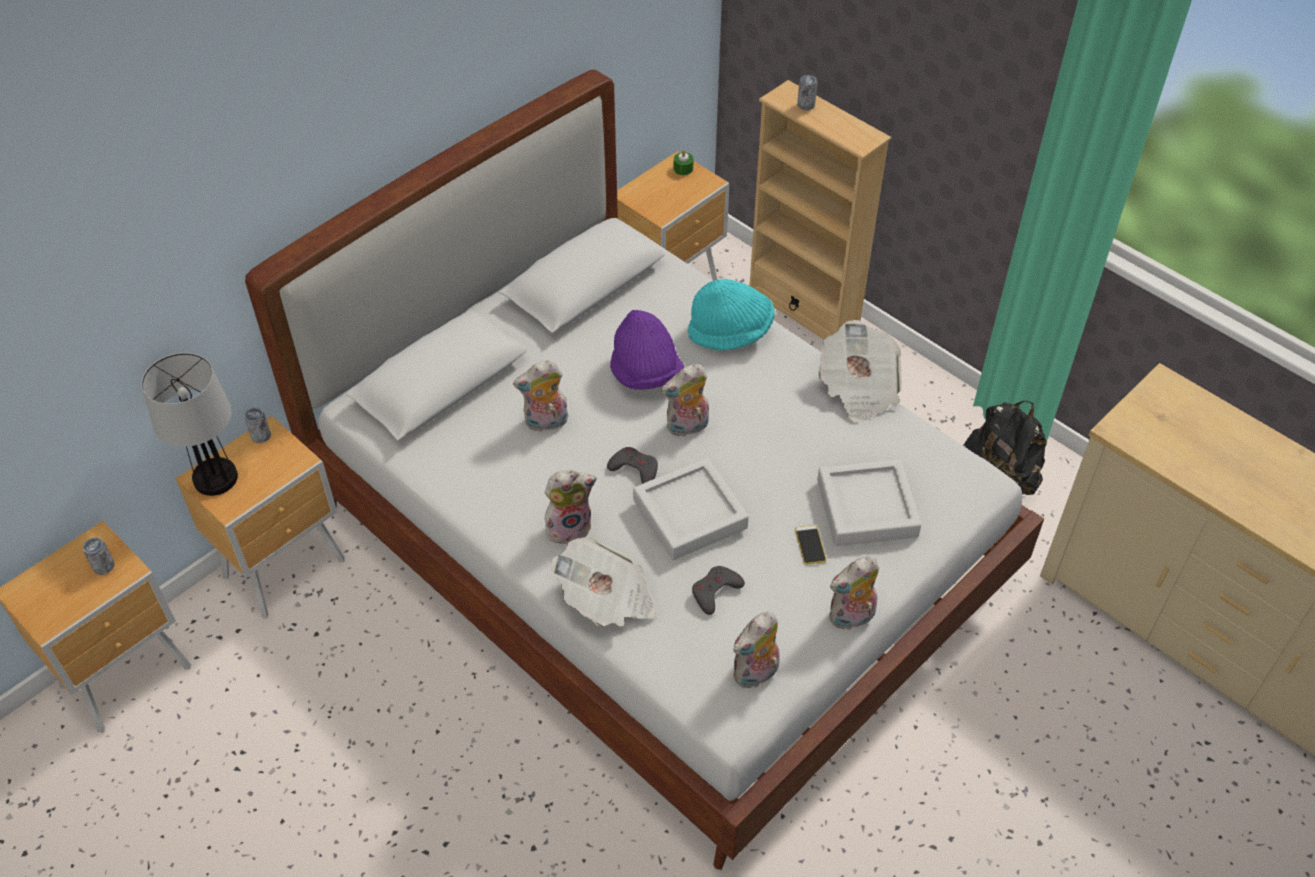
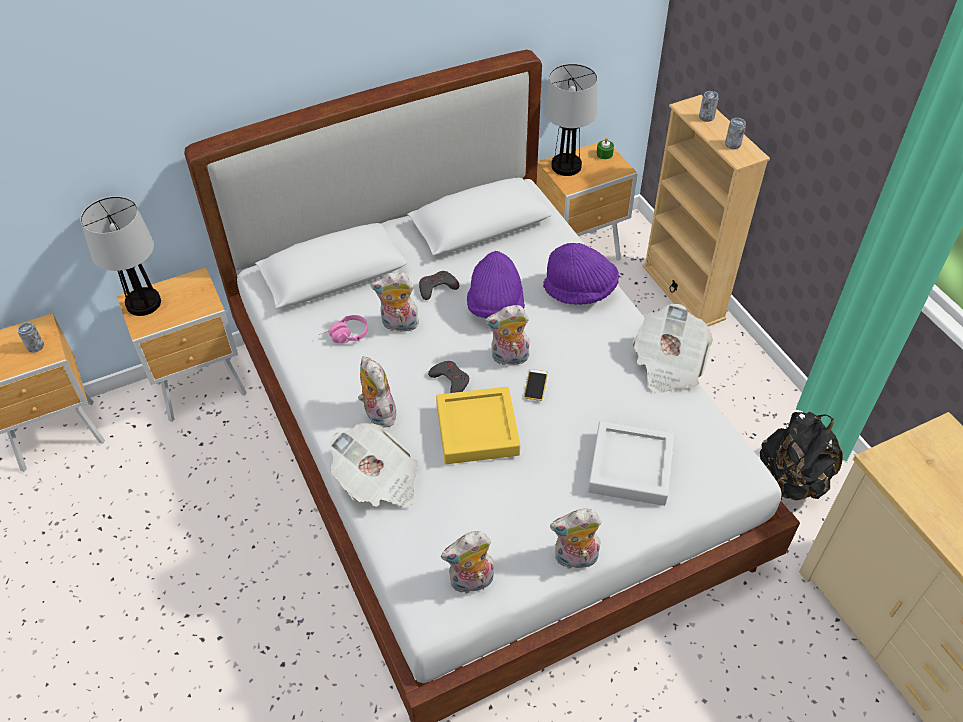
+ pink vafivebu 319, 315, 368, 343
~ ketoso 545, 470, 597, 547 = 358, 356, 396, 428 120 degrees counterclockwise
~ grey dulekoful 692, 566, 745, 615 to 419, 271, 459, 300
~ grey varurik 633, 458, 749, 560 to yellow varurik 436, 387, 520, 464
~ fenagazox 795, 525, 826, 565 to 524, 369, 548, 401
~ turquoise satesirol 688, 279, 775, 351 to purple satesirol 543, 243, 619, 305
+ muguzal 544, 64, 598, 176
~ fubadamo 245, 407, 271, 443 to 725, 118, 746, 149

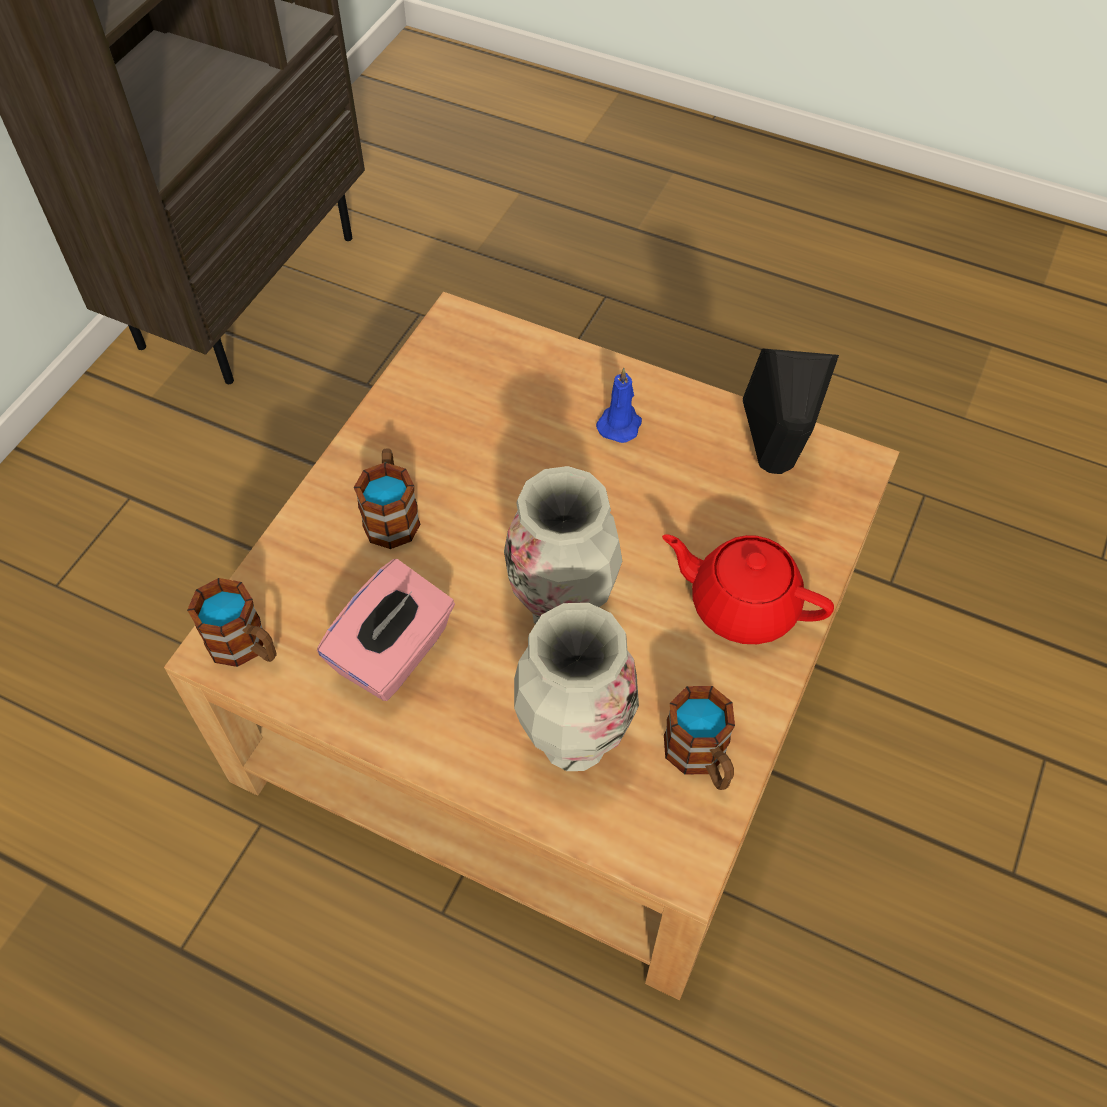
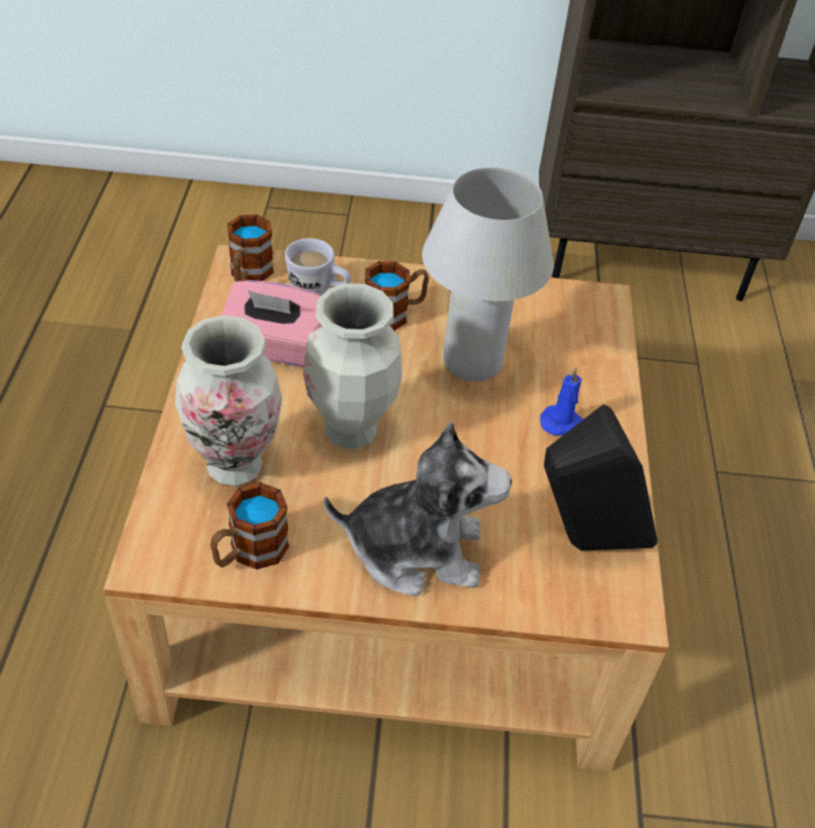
+ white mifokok 285, 238, 351, 296
~ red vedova 662, 534, 834, 644 to ketoso 324, 422, 512, 596
+ white muguzal 422, 167, 554, 382

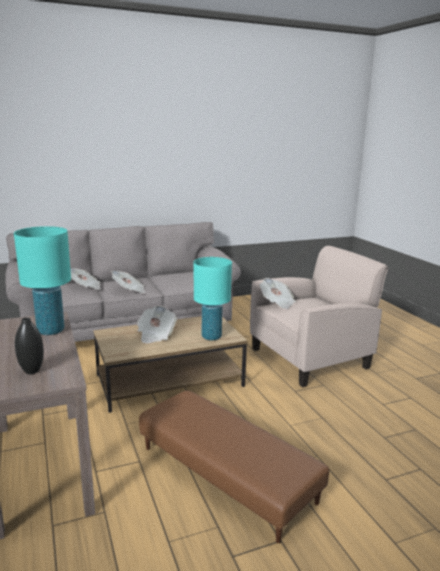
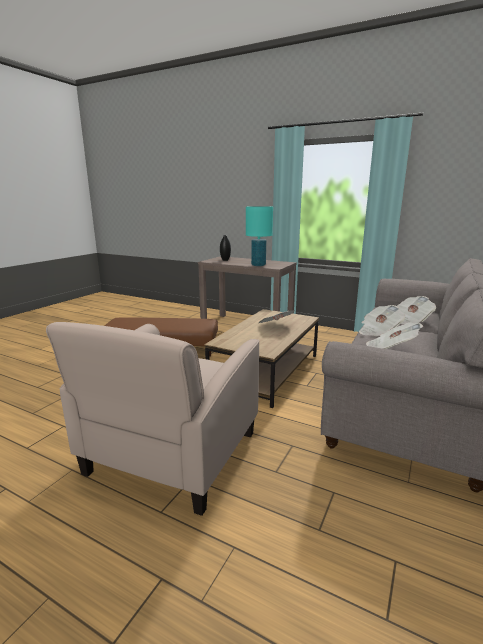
~ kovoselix 260, 278, 296, 309 to 366, 322, 423, 349
- turquoise muguzal 194, 257, 232, 340

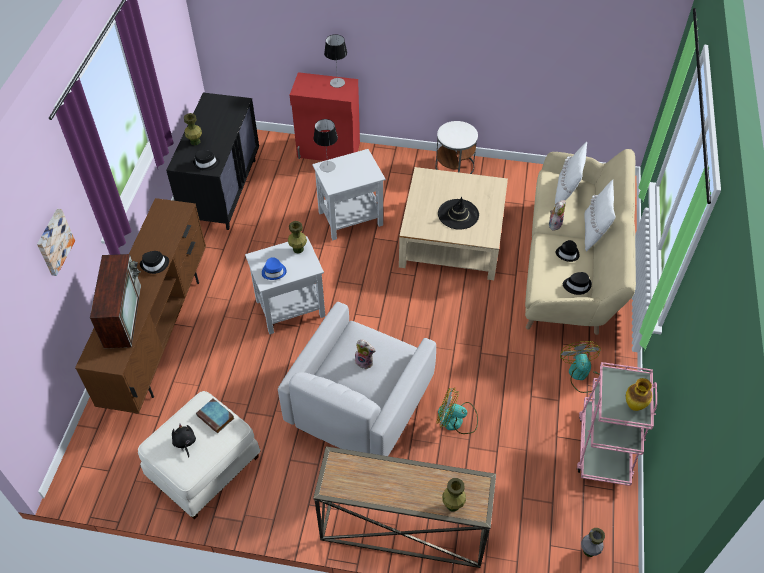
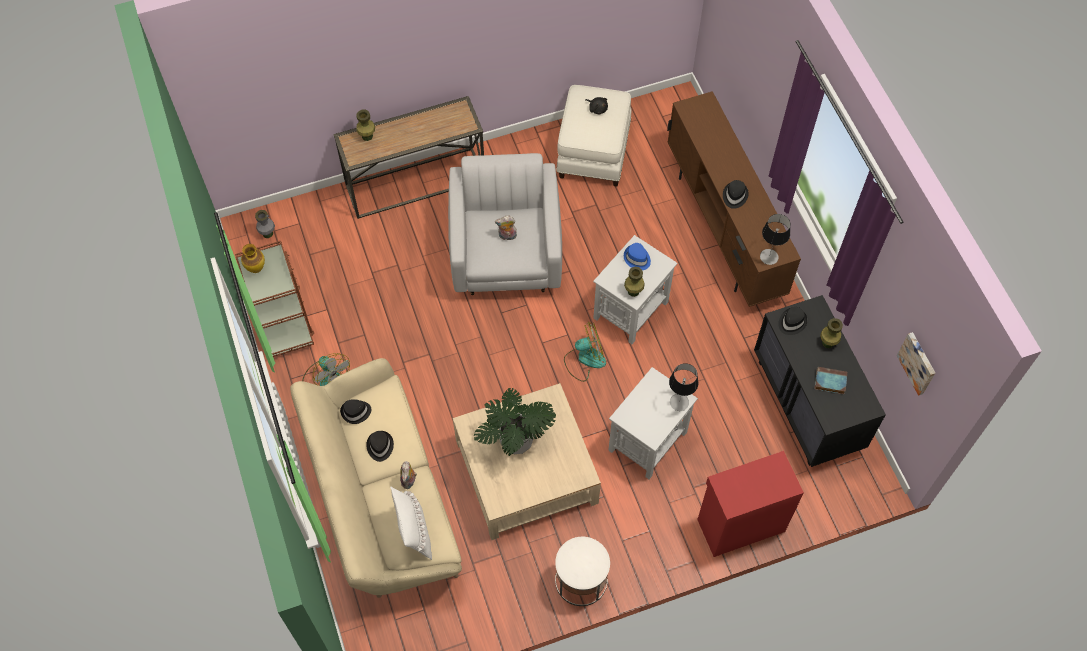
~ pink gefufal 577, 362, 657, 486 to brown gefufal 235, 241, 314, 357
~ black satesirol 438, 197, 479, 230 to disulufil 474, 388, 556, 456
~ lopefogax 437, 387, 478, 434 to 564, 322, 606, 382
~ muguzal 324, 34, 347, 88 to 760, 214, 791, 265
~ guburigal 196, 398, 234, 434 to 815, 367, 847, 394
~ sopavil 37, 209, 75, 276 to 897, 332, 935, 396
- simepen 90, 254, 141, 349
- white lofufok 584, 180, 616, 252

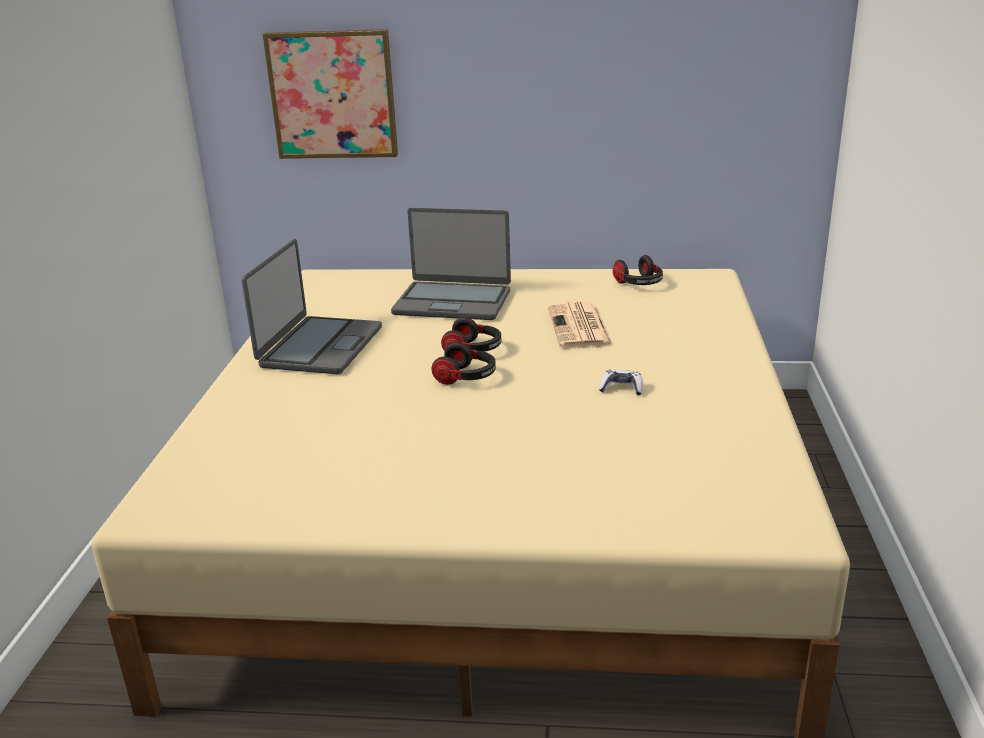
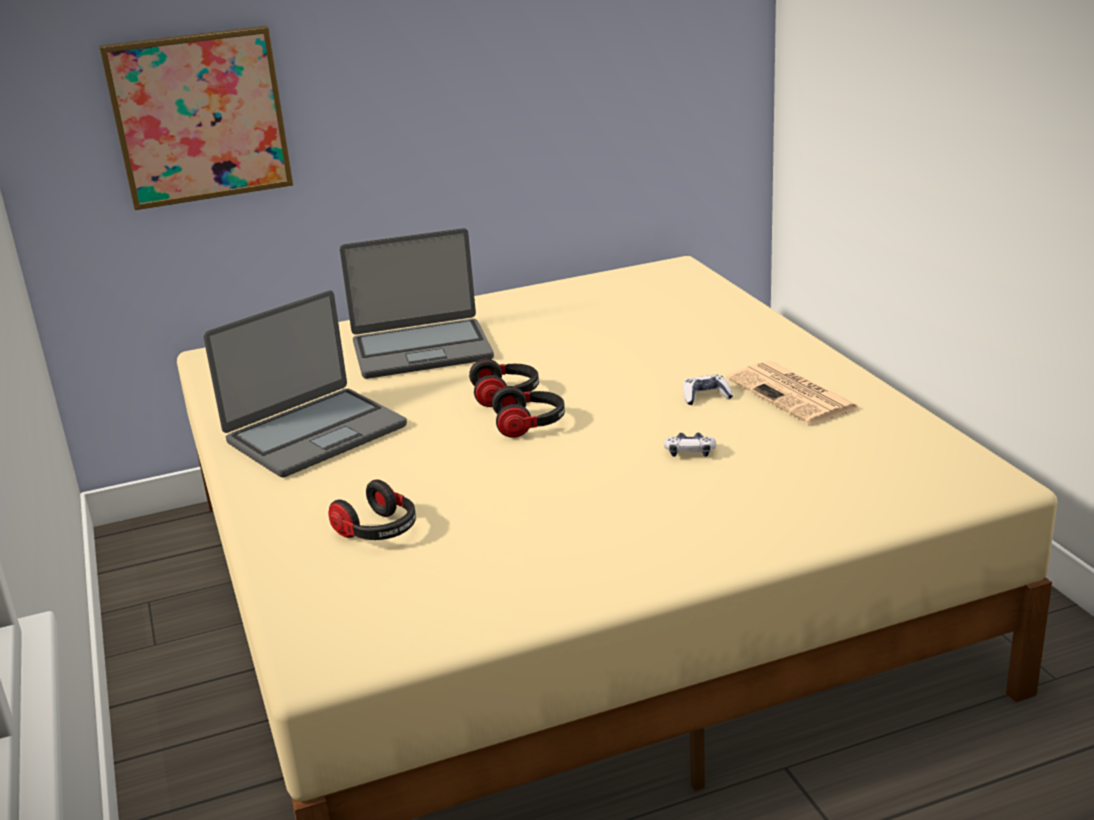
~ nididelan 241, 239, 382, 374 = 203, 290, 407, 477 60 degrees clockwise
~ vafivebu 613, 255, 663, 285 to 328, 479, 416, 540
+ dulekoful 664, 433, 717, 457
~ kovoselix 548, 302, 613, 348 to 726, 361, 860, 425

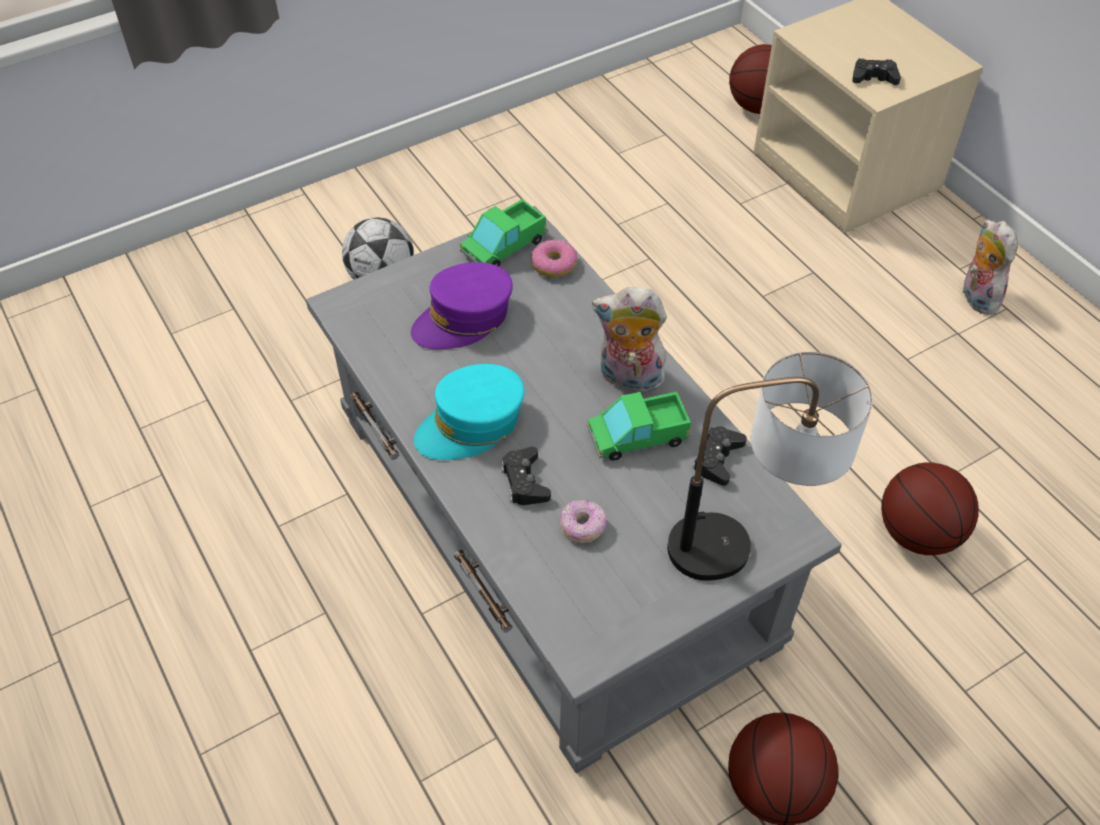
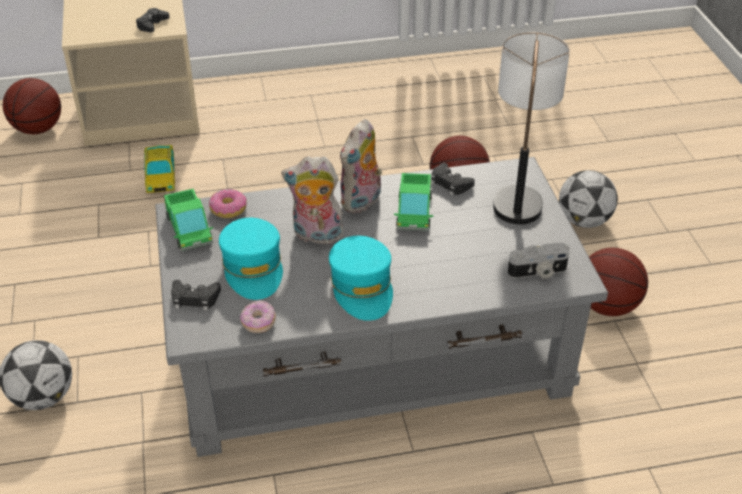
+ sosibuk 144, 145, 175, 193
~ black dulekoful 501, 447, 551, 505 to 171, 280, 221, 311
~ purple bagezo 411, 262, 513, 349 to turquoise bagezo 219, 218, 283, 300
~ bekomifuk 560, 500, 607, 543 to 240, 300, 276, 333
~ ketoso 961, 219, 1018, 315 to 281, 156, 344, 244
+ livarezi 508, 243, 570, 279
+ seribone 559, 170, 618, 228

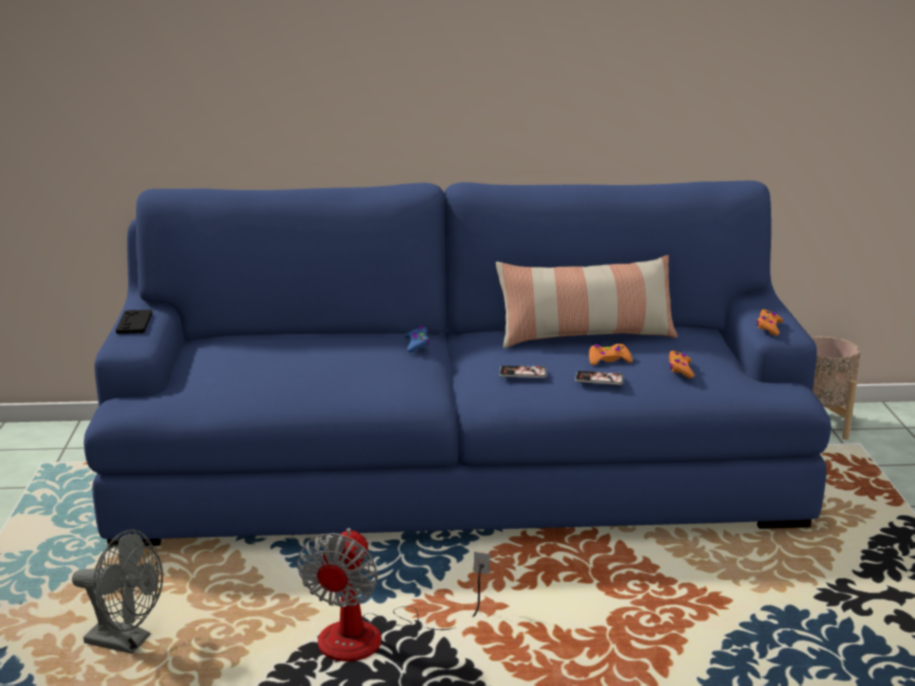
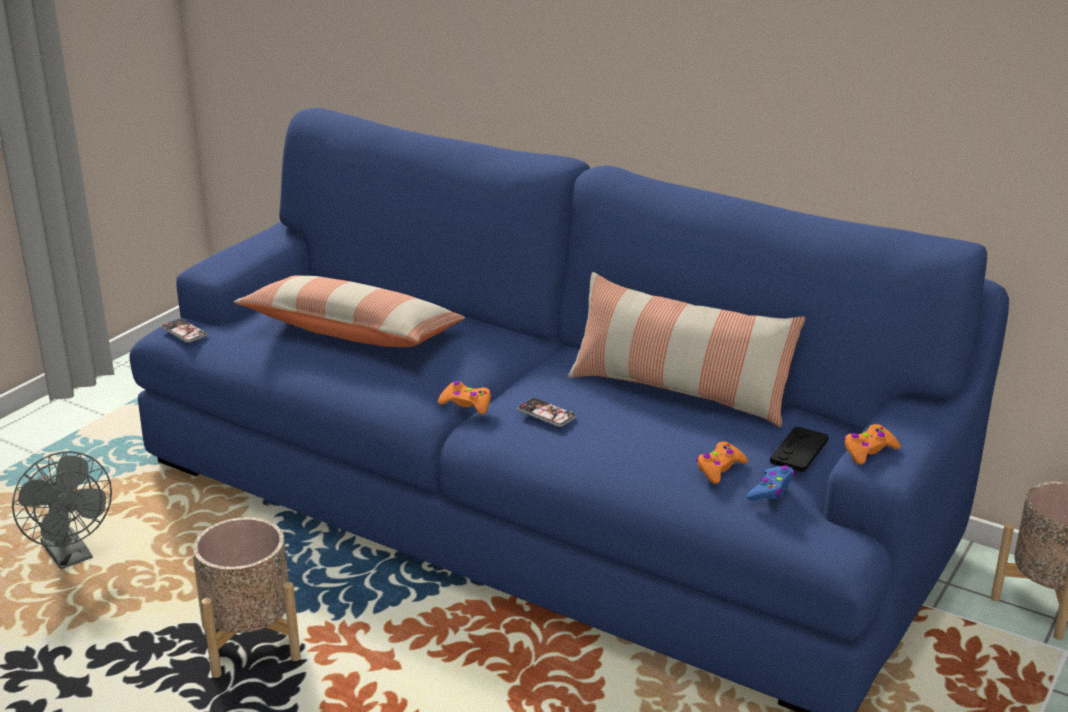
~ fenagazox 575, 370, 624, 385 to 161, 318, 208, 343
~ lopefogax 297, 528, 490, 662 to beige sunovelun 192, 517, 301, 678
+ lofufok 234, 275, 465, 347
~ orange dulekoful 589, 344, 633, 365 to 438, 381, 491, 414
~ blue dulekoful 405, 326, 429, 352 to 747, 465, 794, 500
~ black dulekoful 116, 310, 152, 334 to 770, 427, 829, 472

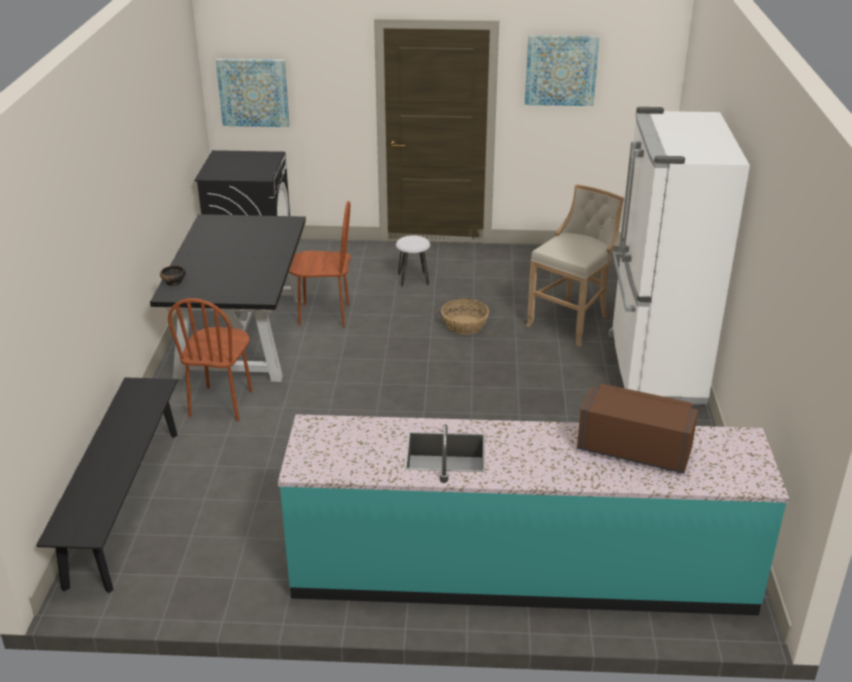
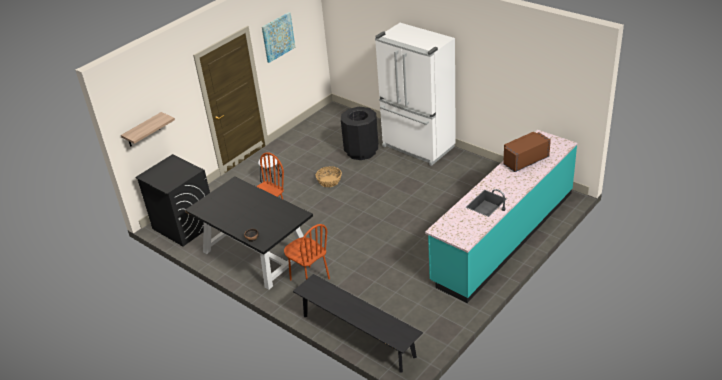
~ sopavil 216, 59, 290, 127 to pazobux 121, 112, 175, 147
~ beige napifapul 526, 184, 624, 347 to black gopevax 341, 107, 378, 160

